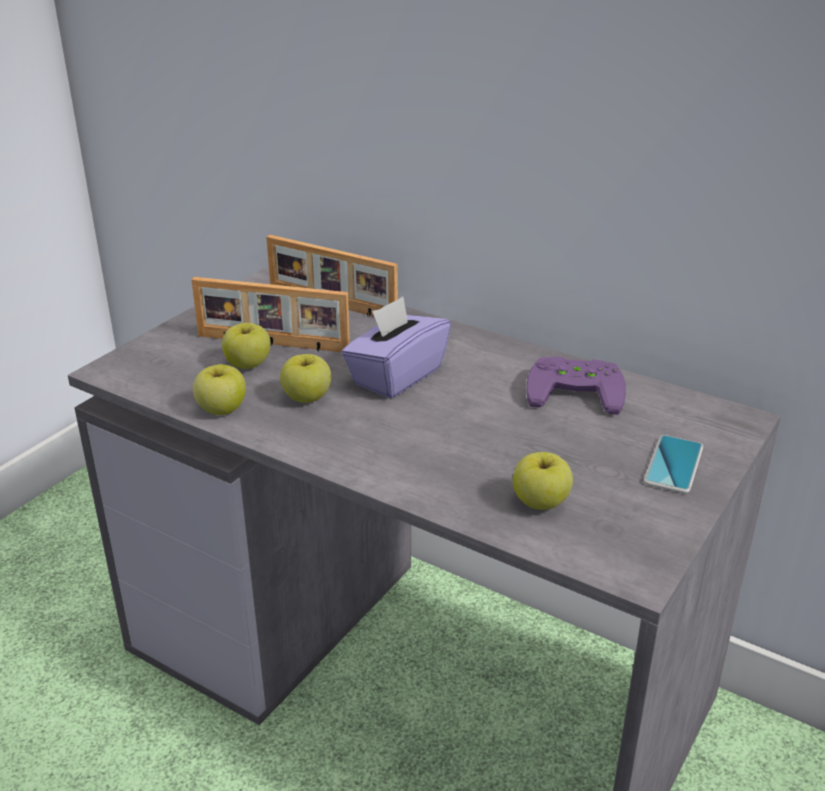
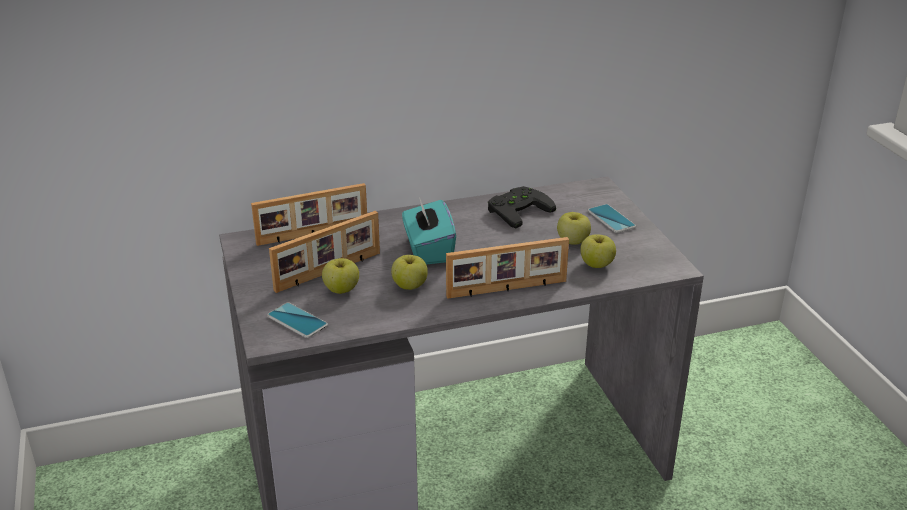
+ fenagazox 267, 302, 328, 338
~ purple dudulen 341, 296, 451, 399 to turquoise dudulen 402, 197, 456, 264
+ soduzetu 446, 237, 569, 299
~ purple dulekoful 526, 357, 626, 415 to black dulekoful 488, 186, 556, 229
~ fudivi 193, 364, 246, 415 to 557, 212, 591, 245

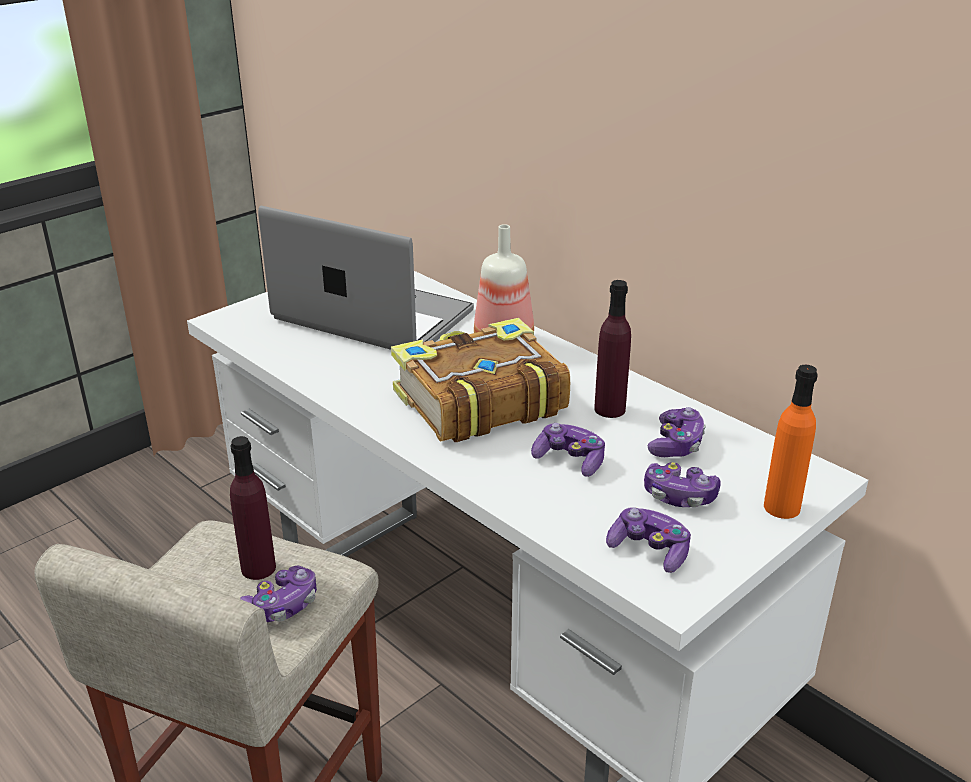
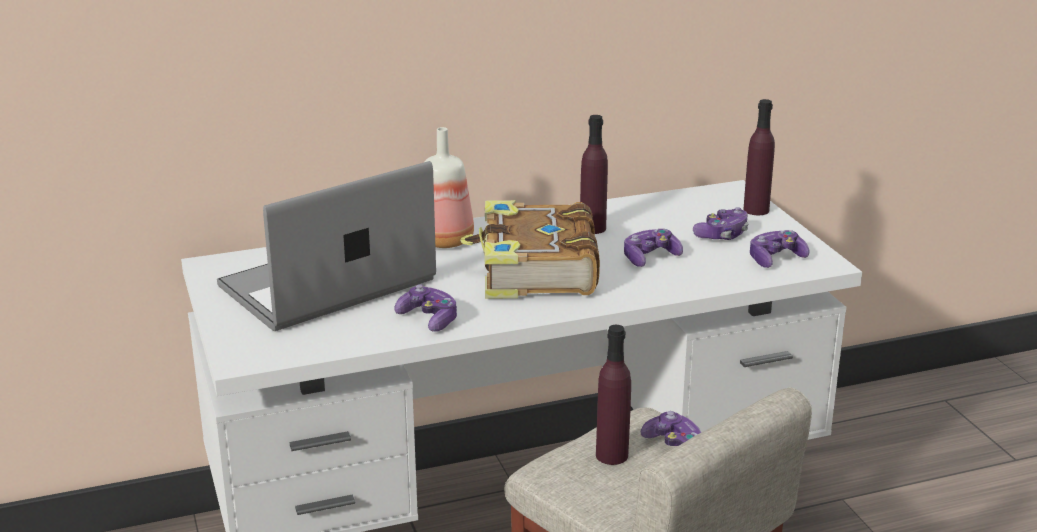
~ dulekoful 648, 407, 706, 457 to 394, 284, 457, 332
~ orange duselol 764, 365, 818, 519 to purple duselol 743, 99, 775, 215

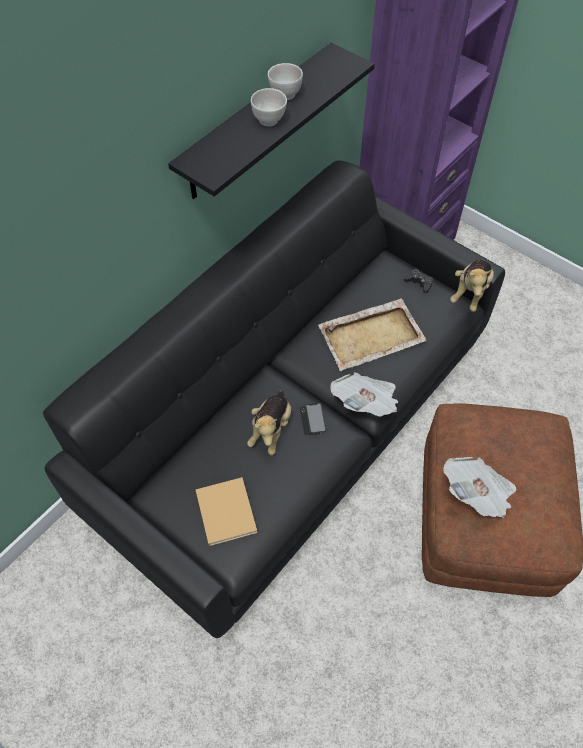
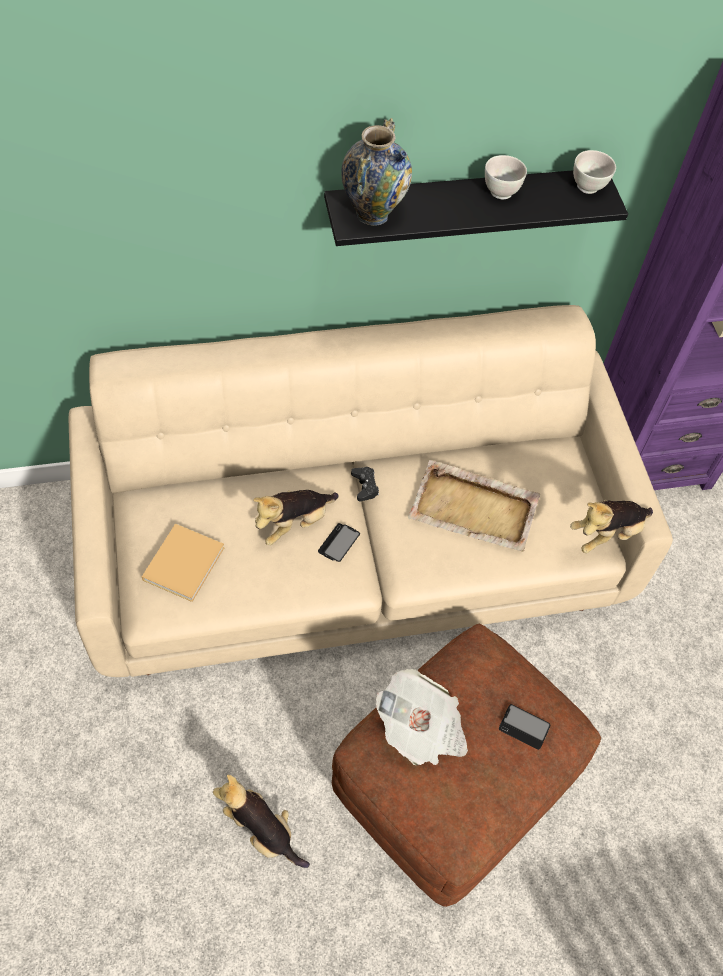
~ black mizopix 43, 160, 505, 638 to beige mizopix 69, 305, 673, 677
+ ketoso 213, 775, 310, 868
+ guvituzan 341, 118, 412, 226
~ black dulekoful 404, 269, 433, 293 to 351, 467, 379, 501
+ fenagazox 499, 704, 550, 750
~ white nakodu 251, 88, 287, 126 to 573, 150, 616, 194
- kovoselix 330, 372, 398, 417

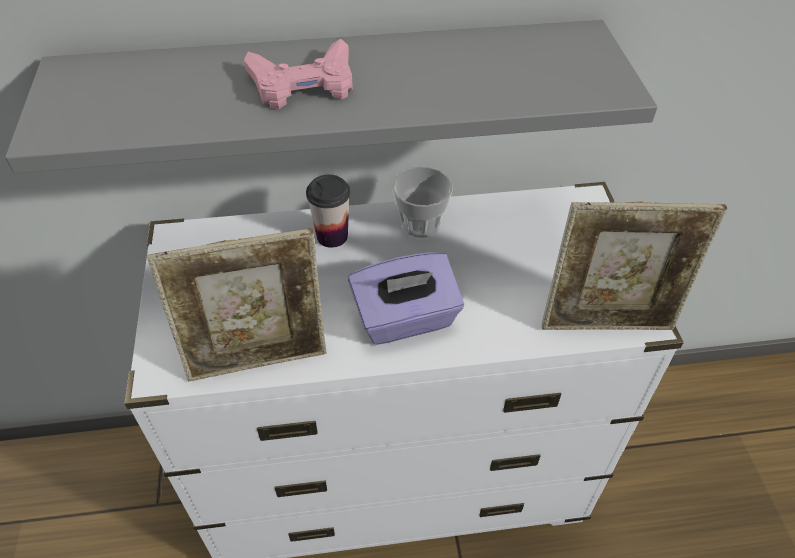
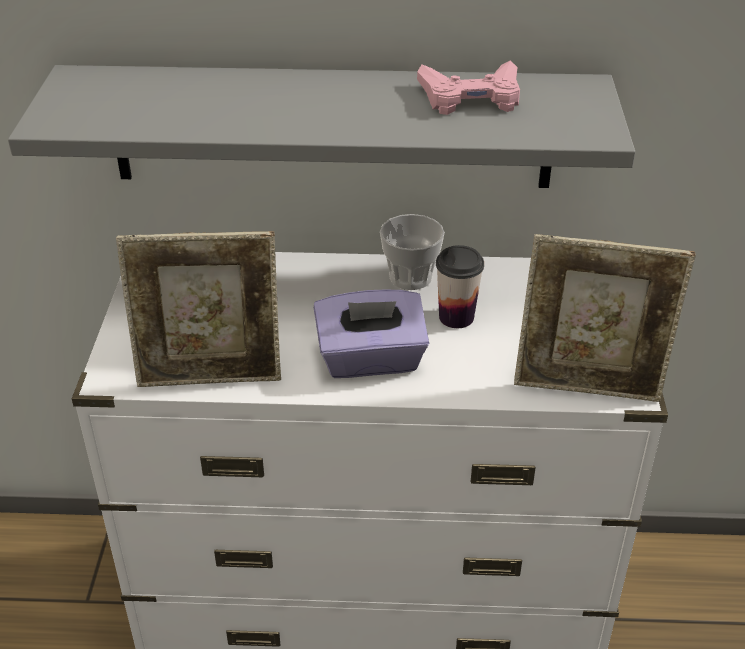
~ pink dulekoful 244, 38, 353, 109 to 417, 60, 520, 115
~ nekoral 306, 175, 350, 248 to 436, 245, 484, 328

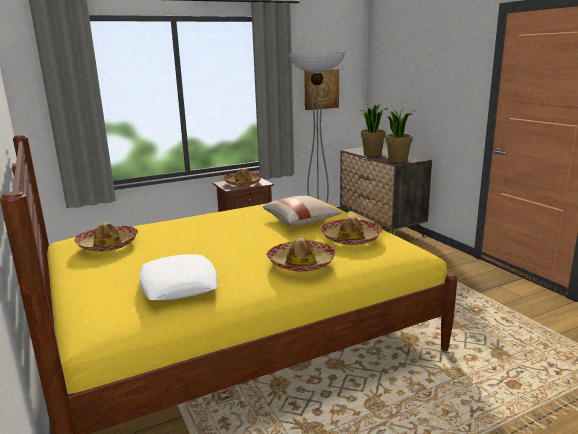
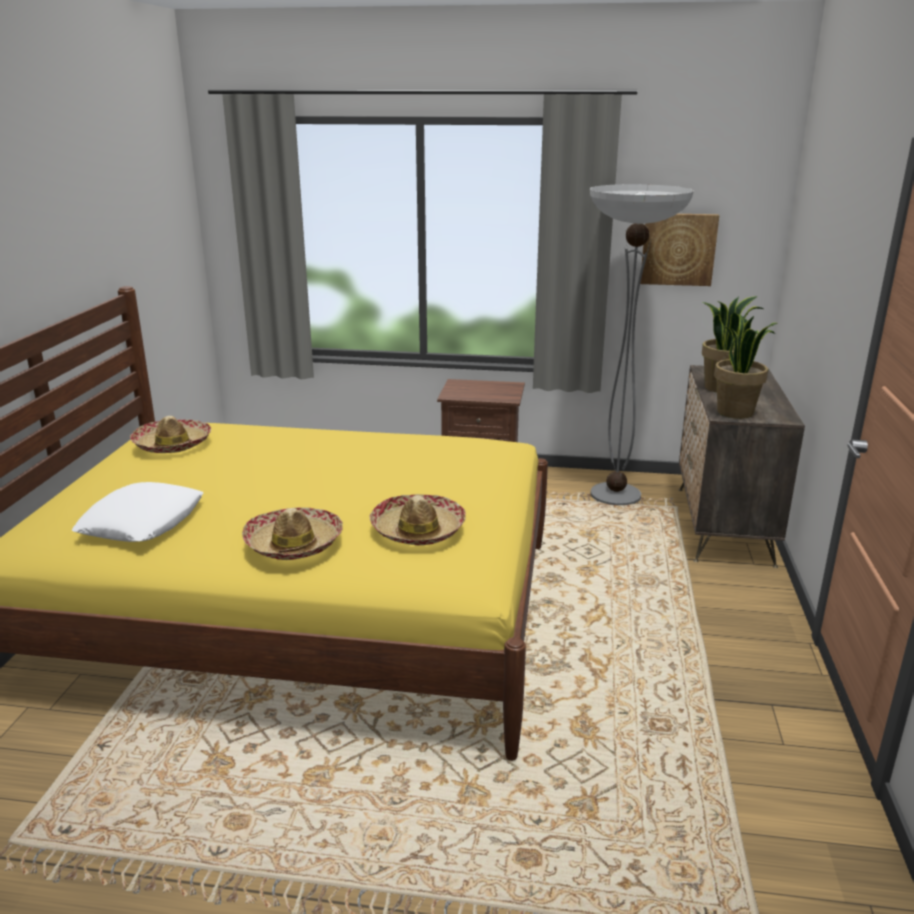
- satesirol 223, 168, 262, 186
- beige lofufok 263, 196, 342, 226

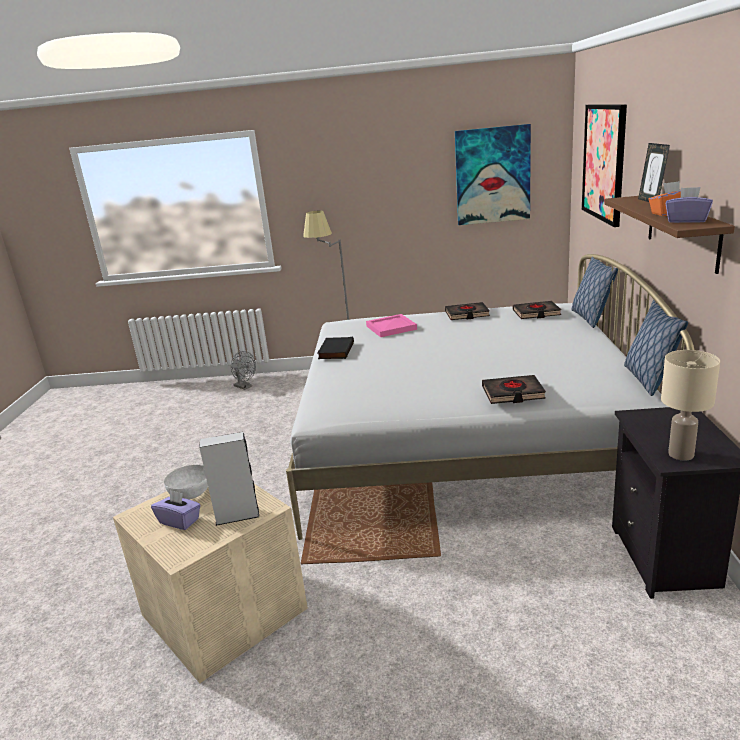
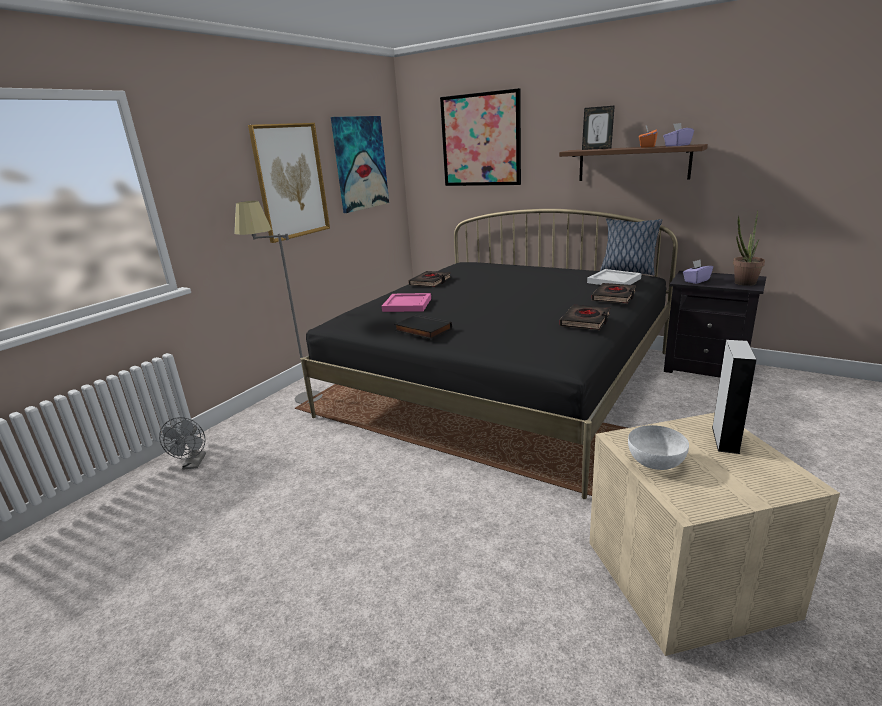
~ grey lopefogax 231, 351, 256, 390 = 159, 417, 206, 470 105 degrees clockwise
+ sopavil 248, 123, 330, 243
~ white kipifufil 286, 254, 695, 540 to black kipifufil 301, 209, 678, 499
~ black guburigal 513, 301, 561, 319 to 559, 305, 610, 330
+ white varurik 587, 269, 642, 285
~ purple dudulen 151, 490, 201, 530 to 683, 260, 713, 284
~ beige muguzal 661, 350, 720, 461 to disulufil 733, 211, 765, 286
- lofufok 572, 257, 618, 328

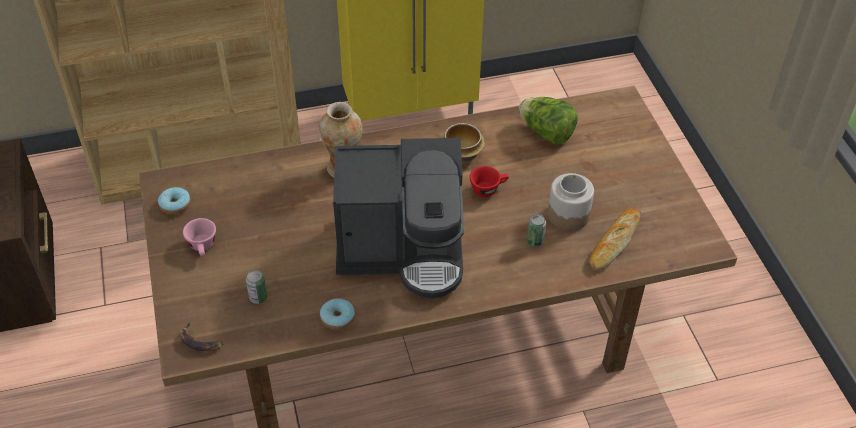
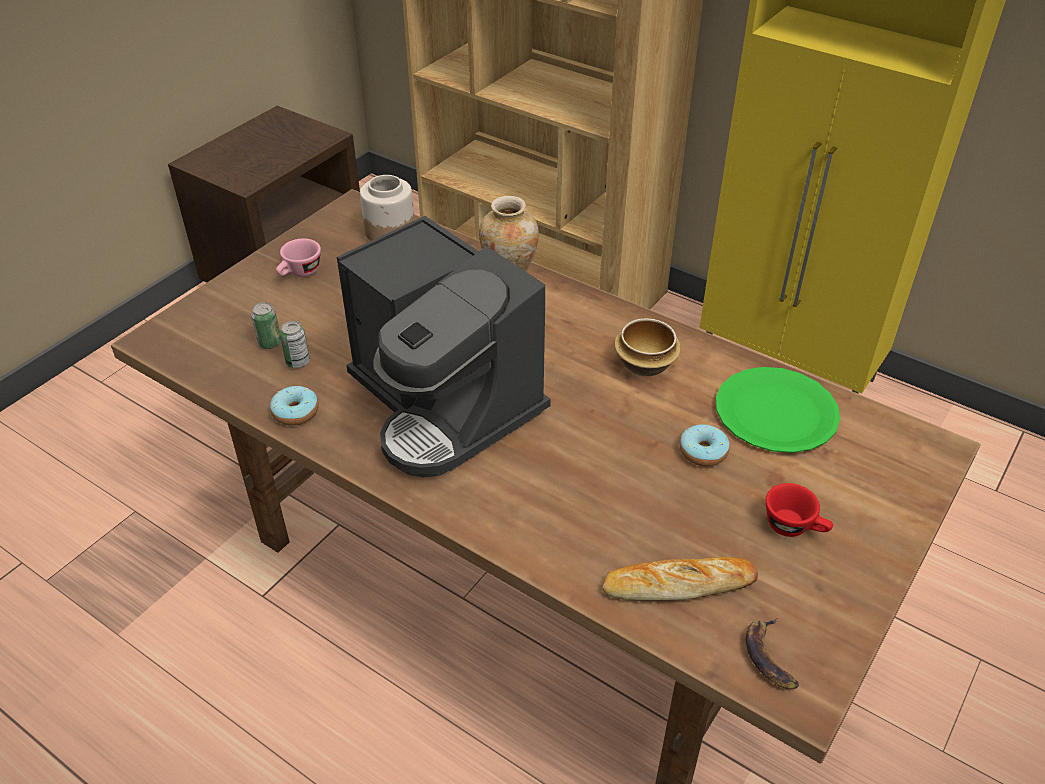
~ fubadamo 526, 214, 546, 247 to 280, 321, 310, 368
~ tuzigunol 548, 173, 594, 231 to 360, 175, 414, 241
~ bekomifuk 158, 187, 191, 215 to 679, 424, 730, 467
~ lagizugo 519, 97, 578, 145 to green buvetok 716, 367, 840, 453
~ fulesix 179, 321, 223, 351 to 746, 619, 799, 689
~ red nekoral 470, 166, 509, 197 to 765, 483, 833, 537

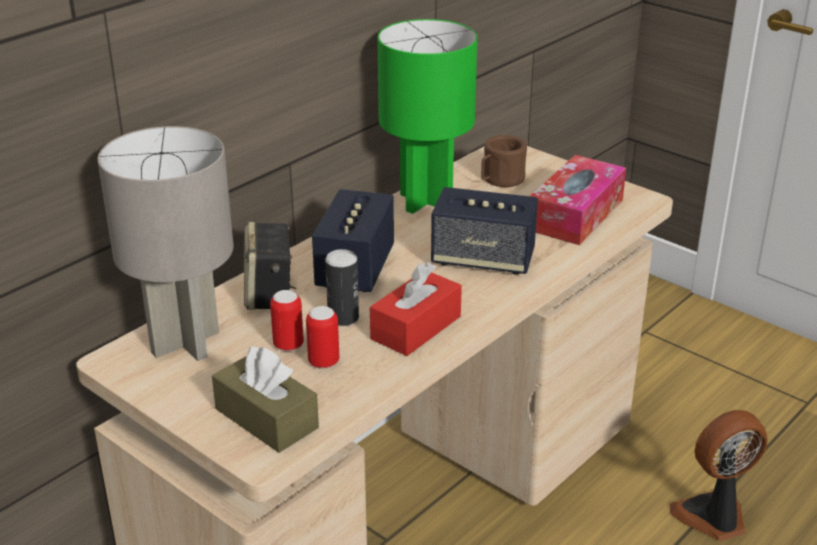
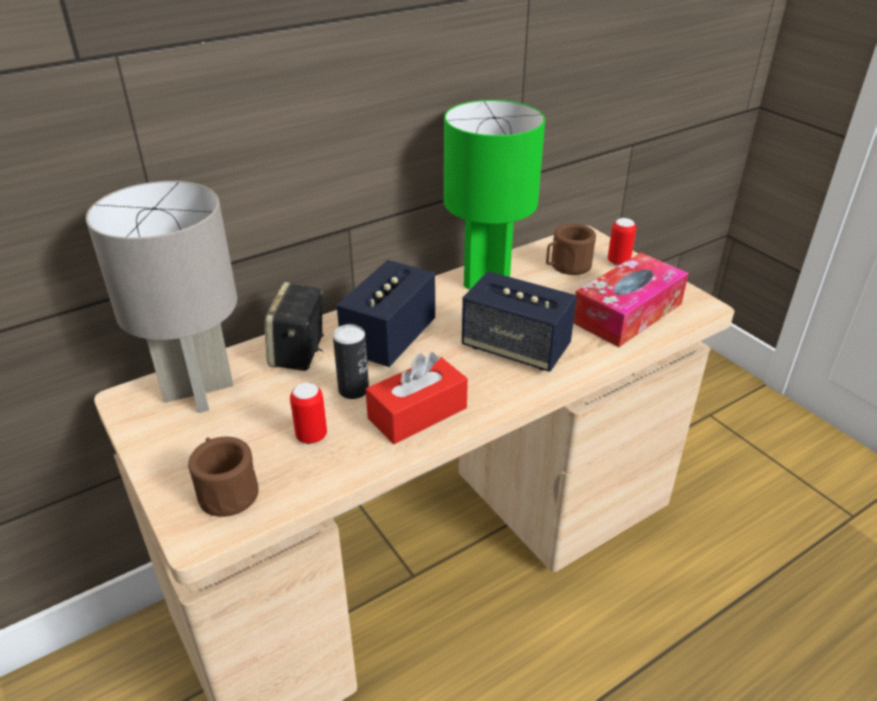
~ brown dudulen 212, 347, 319, 453 to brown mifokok 188, 437, 259, 517
~ fubadamo 270, 290, 304, 351 to 608, 218, 636, 266
- lopefogax 670, 410, 768, 541

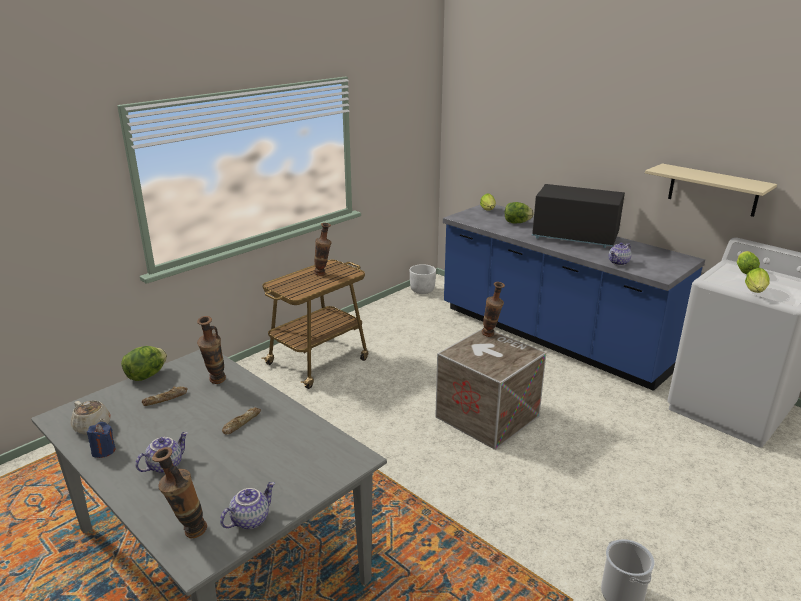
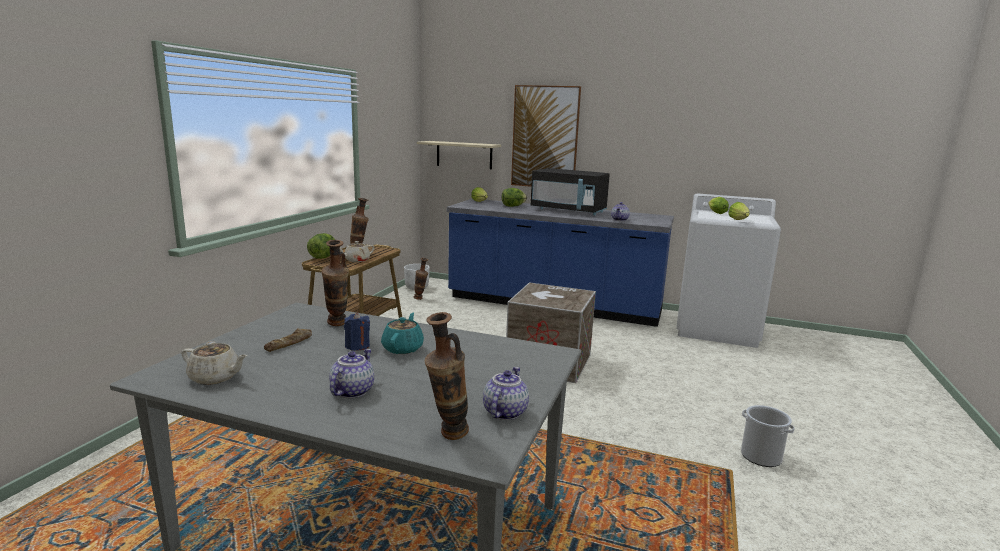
~ lagizugo 121, 346, 167, 381 to 307, 233, 335, 259
+ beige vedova 340, 241, 375, 262
~ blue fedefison 87, 422, 116, 458 to 344, 312, 370, 351
~ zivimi 222, 407, 261, 434 to turquoise vedova 381, 313, 424, 354
~ guvituzan 482, 282, 505, 337 to 414, 258, 428, 300
~ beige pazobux 645, 163, 777, 217 to 417, 141, 501, 169
+ sopavil 511, 85, 581, 187
~ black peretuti 532, 184, 625, 248 = 531, 168, 610, 215 150 degrees counterclockwise

